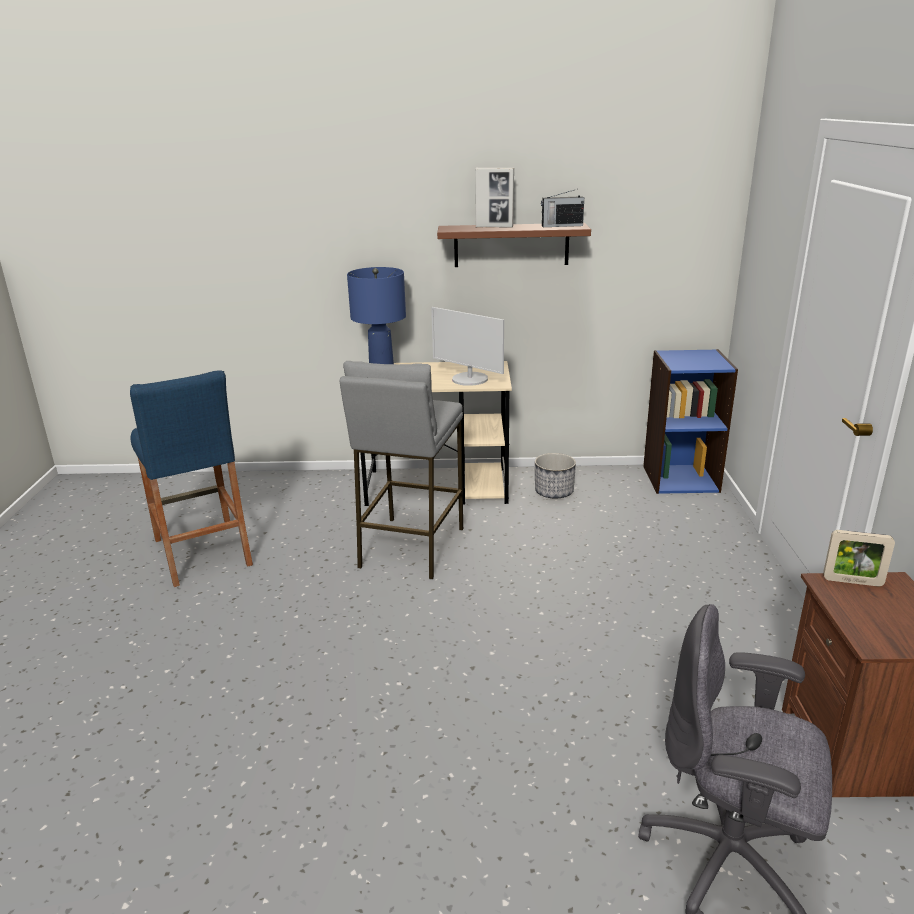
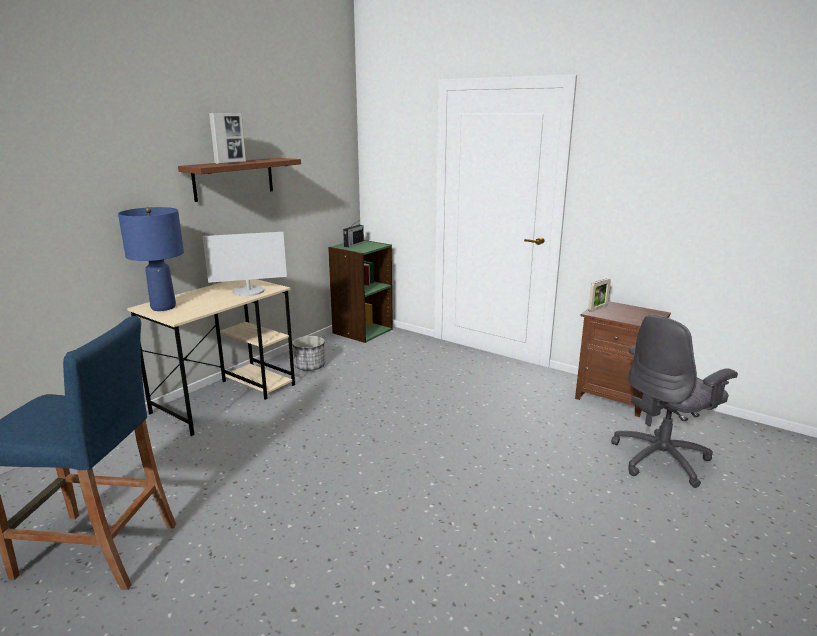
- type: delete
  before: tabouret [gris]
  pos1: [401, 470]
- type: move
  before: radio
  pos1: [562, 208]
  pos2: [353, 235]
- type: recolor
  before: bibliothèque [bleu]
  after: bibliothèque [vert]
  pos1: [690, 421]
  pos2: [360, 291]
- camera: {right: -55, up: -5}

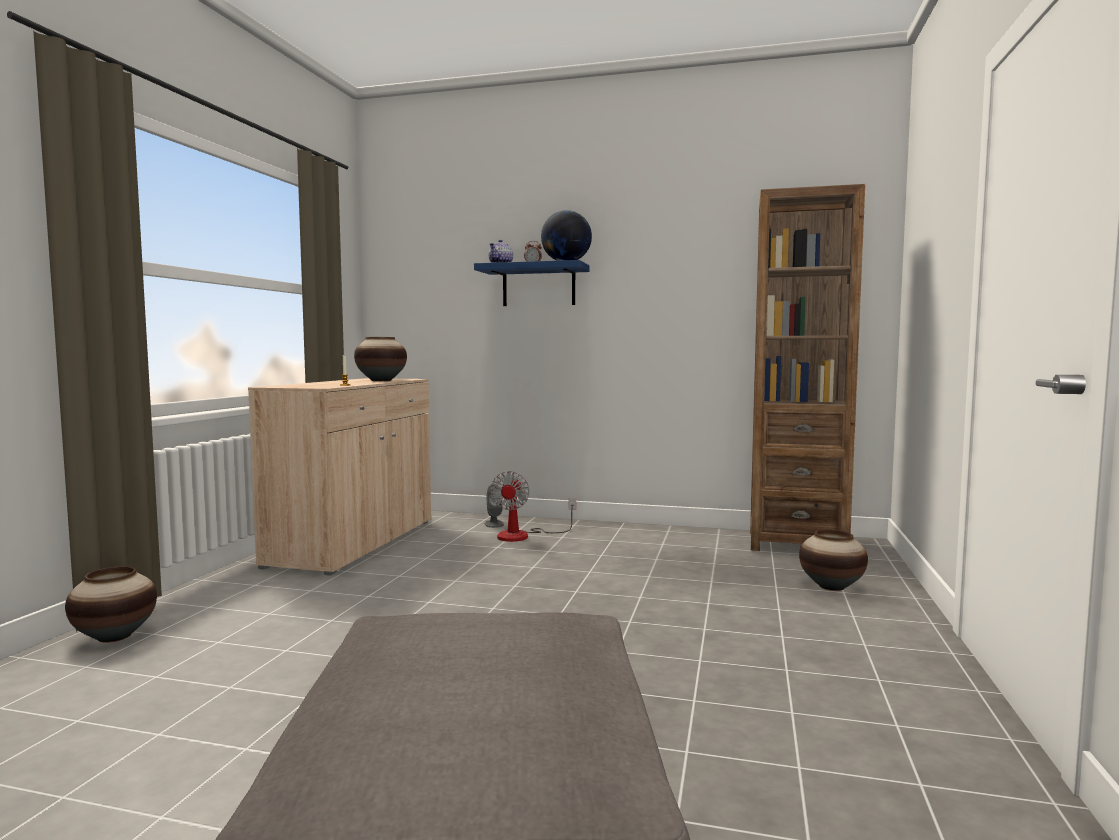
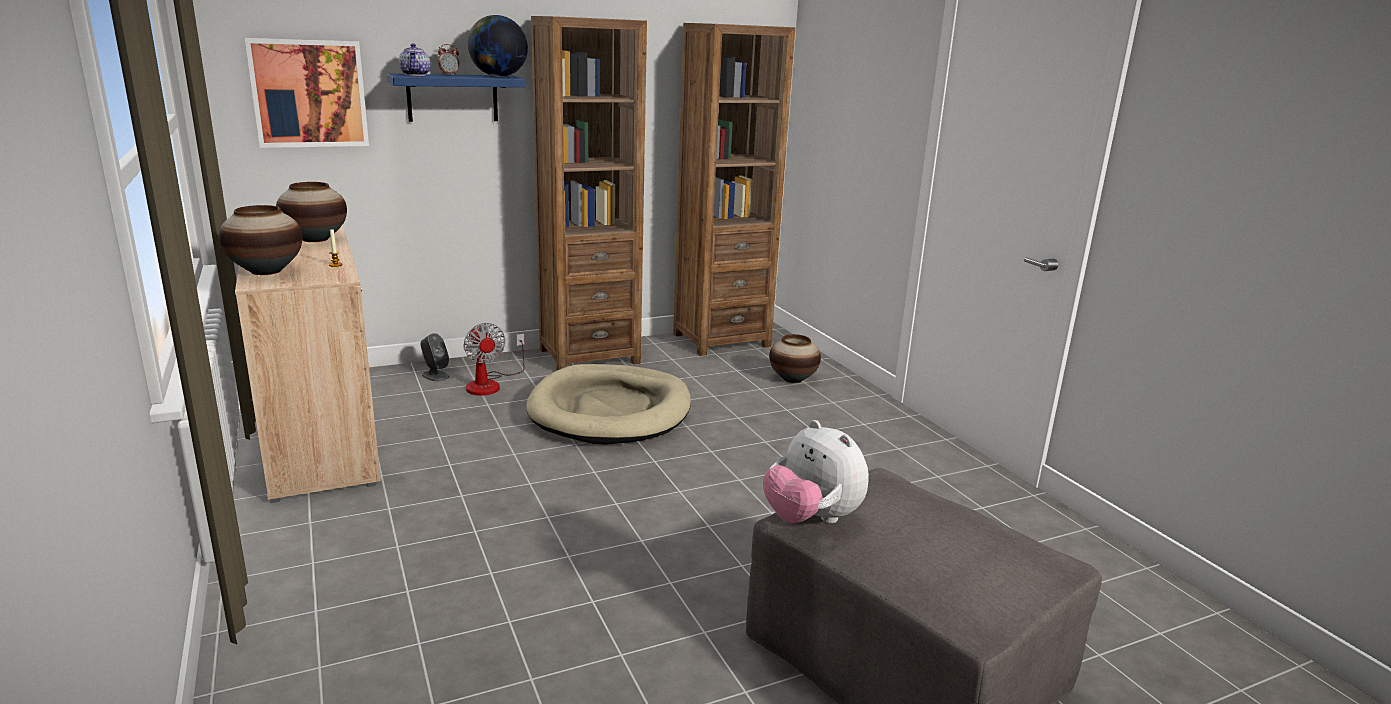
- type: insert
  after: tableau
  pos2: [307, 93]
- type: insert
  after: panier pour chien [beige]
  pos2: [608, 404]
- type: insert
  after: bibliothèque [marron]
  pos2: [589, 193]
- type: insert
  after: peluche
  pos2: [816, 471]
- type: move
  before: vase
  pos1: [111, 604]
  pos2: [260, 240]
- camera: {right: -40, up: 15}

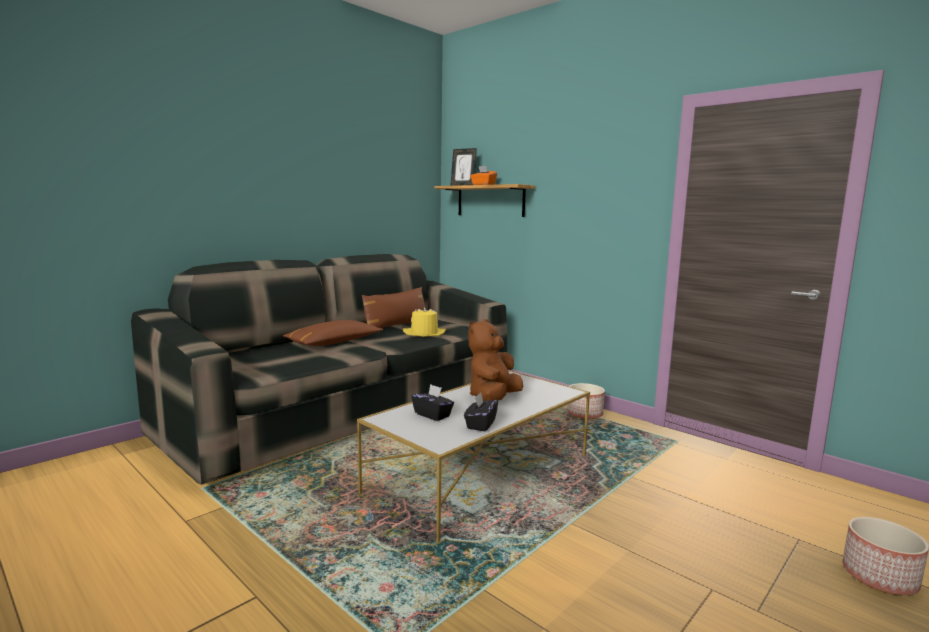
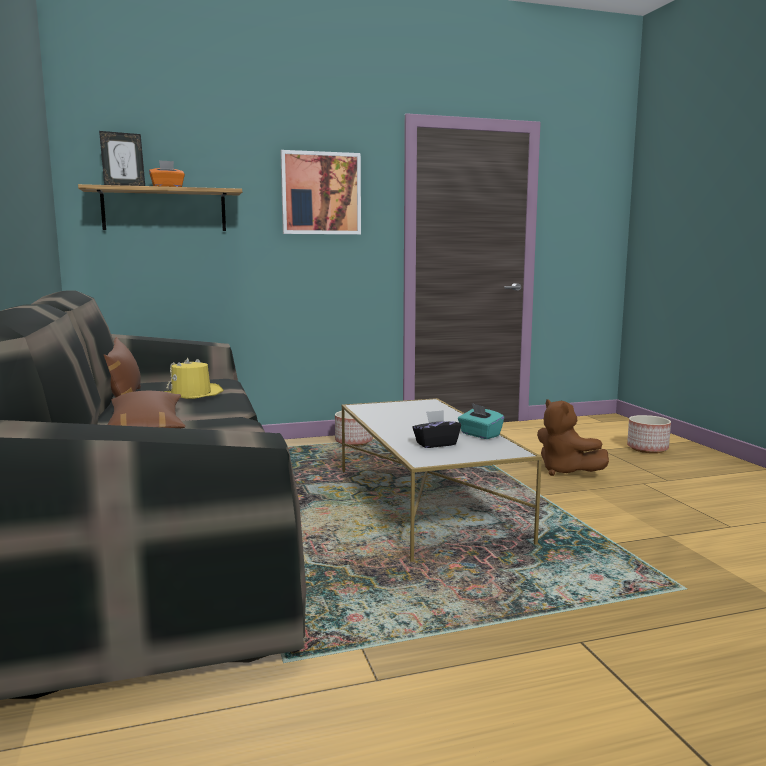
- type: insert
  after: tableau
  pos2: [320, 192]
- type: move
  before: peluche [marron]
  pos1: [495, 360]
  pos2: [573, 437]
- type: recolor
  before: boîte à mouchoirs [noir]
  after: boîte à mouchoirs [turquoise]
  pos1: [481, 411]
  pos2: [481, 421]
- camera: {right: -60, up: 0}

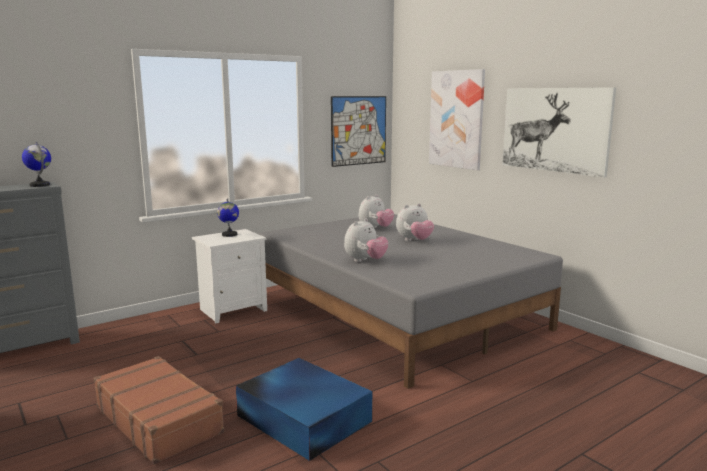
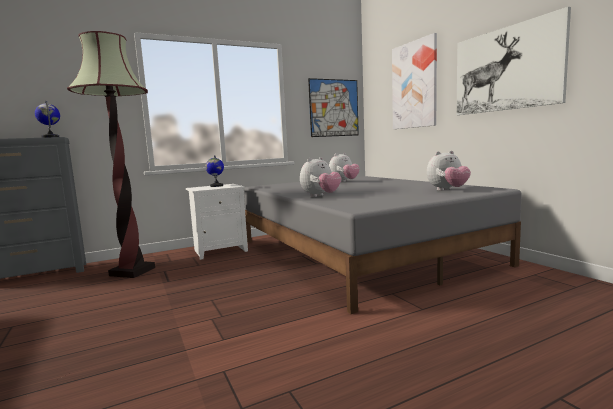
- type: delete
  before: valise [marron]
  pos1: [158, 410]
- type: delete
  before: boîte de rangement [bleu]
  pos1: [304, 409]
- type: insert
  after: lampadaire
  pos2: [111, 154]
- type: move
  before: peluche
  pos1: [415, 222]
  pos2: [449, 171]
- camera: {right: 10, up: -5}

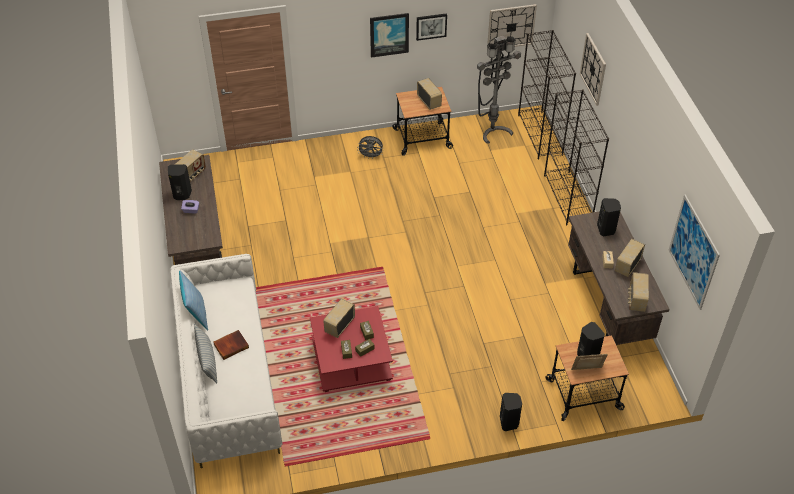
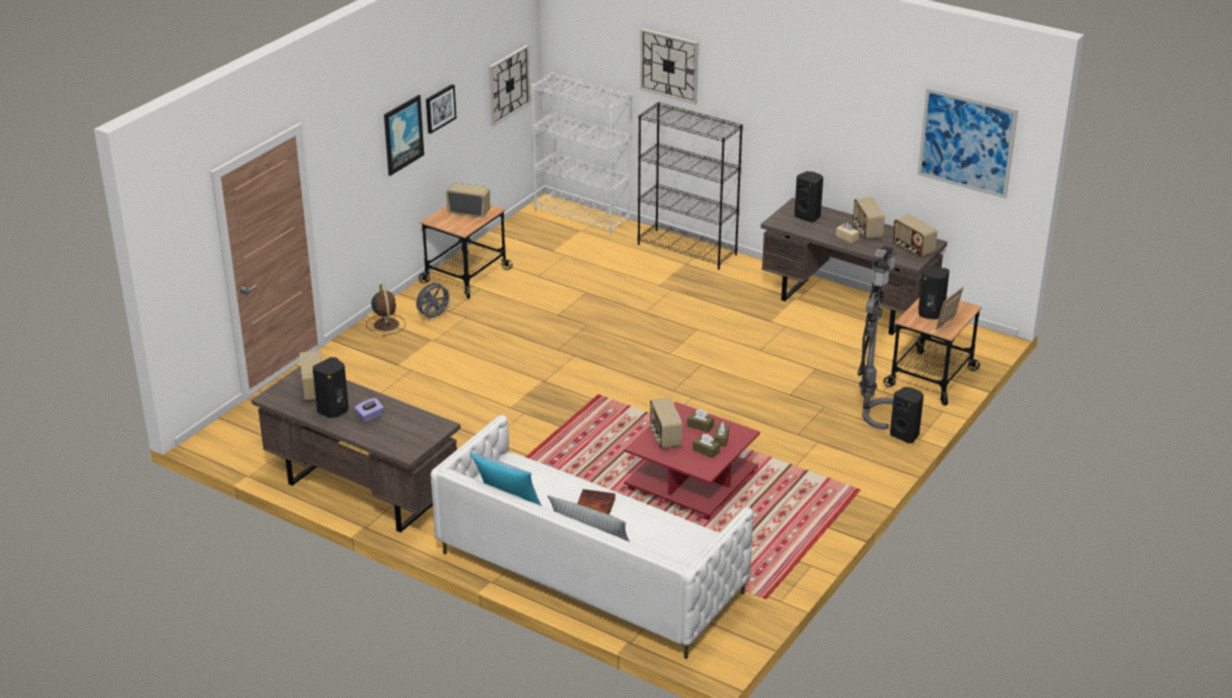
- type: insert
  after: ventilateur [marron]
  pos2: [386, 310]
- type: move
  before: lampadaire [gris]
  pos1: [499, 89]
  pos2: [876, 338]
- type: recolor
  before: bibliothèque [noir]
  after: bibliothèque [blanc]
  pos1: [547, 95]
  pos2: [581, 153]
- camera: {right: -45, up: -15}

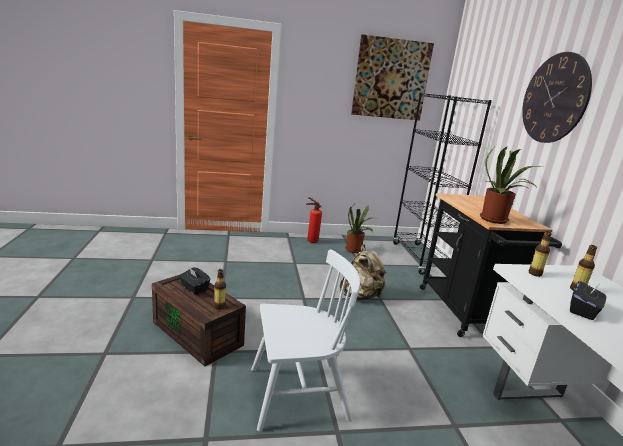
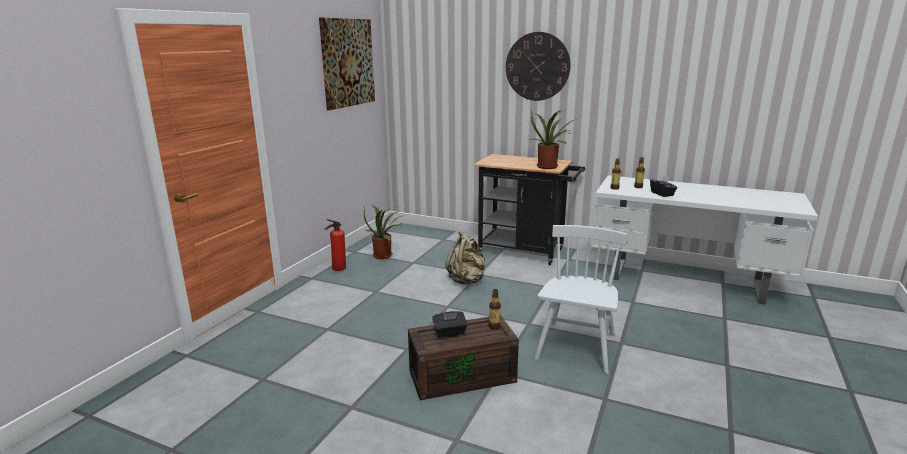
- type: delete
  before: bibliothèque [noir]
  pos1: [442, 183]
- camera: {right: -55, up: 0}

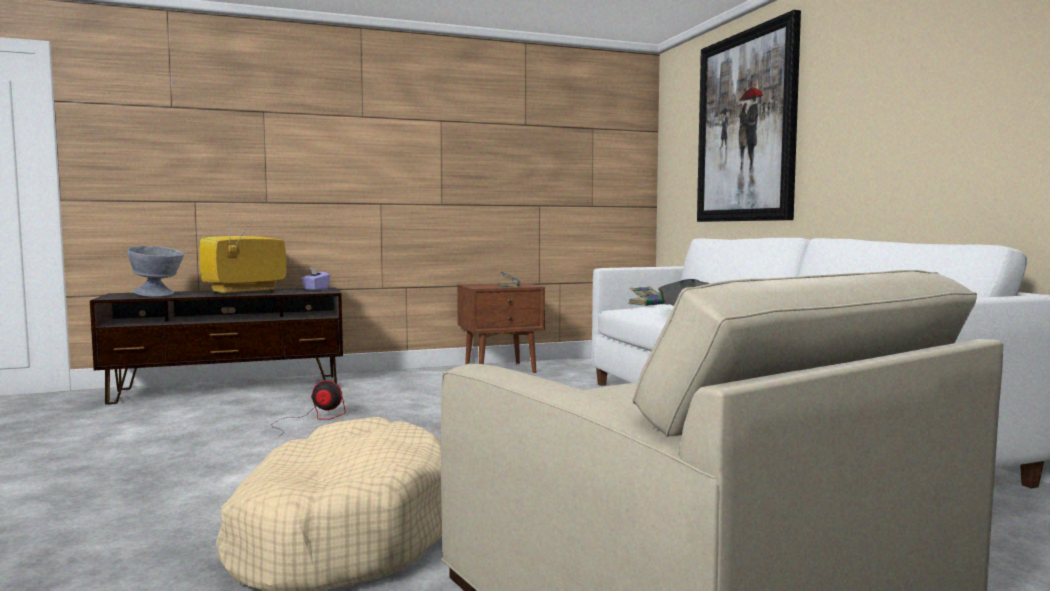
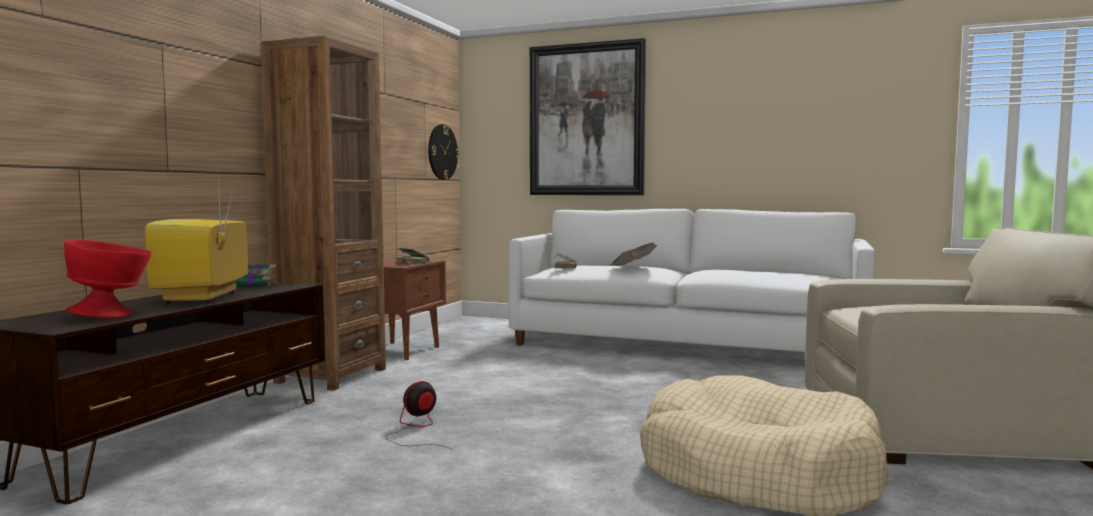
- type: insert
  after: bibliothèque [marron]
  pos2: [323, 213]
- type: insert
  after: horloge murale
  pos2: [443, 152]
- type: replace
  before: boîte à mouchoirs [violet]
  after: livre
  pos1: [315, 278]
  pos2: [257, 275]
- type: recolor
  before: bol [gris]
  after: bol [rouge]
  pos1: [155, 271]
  pos2: [108, 278]
- camera: {right: -50, up: 0}

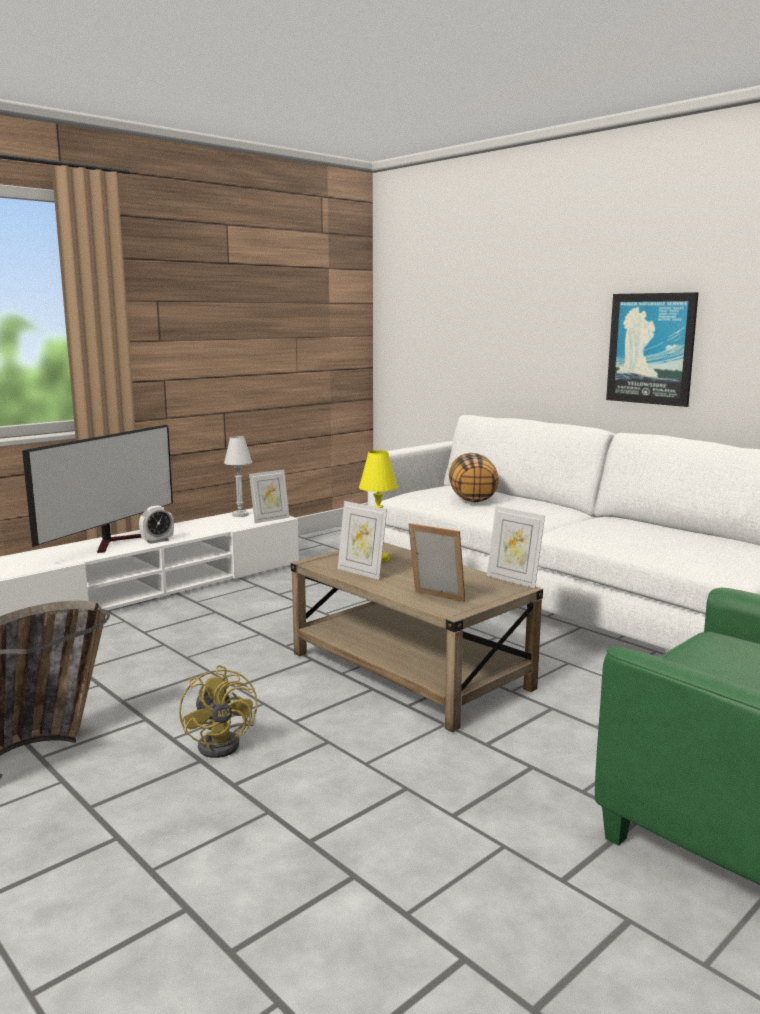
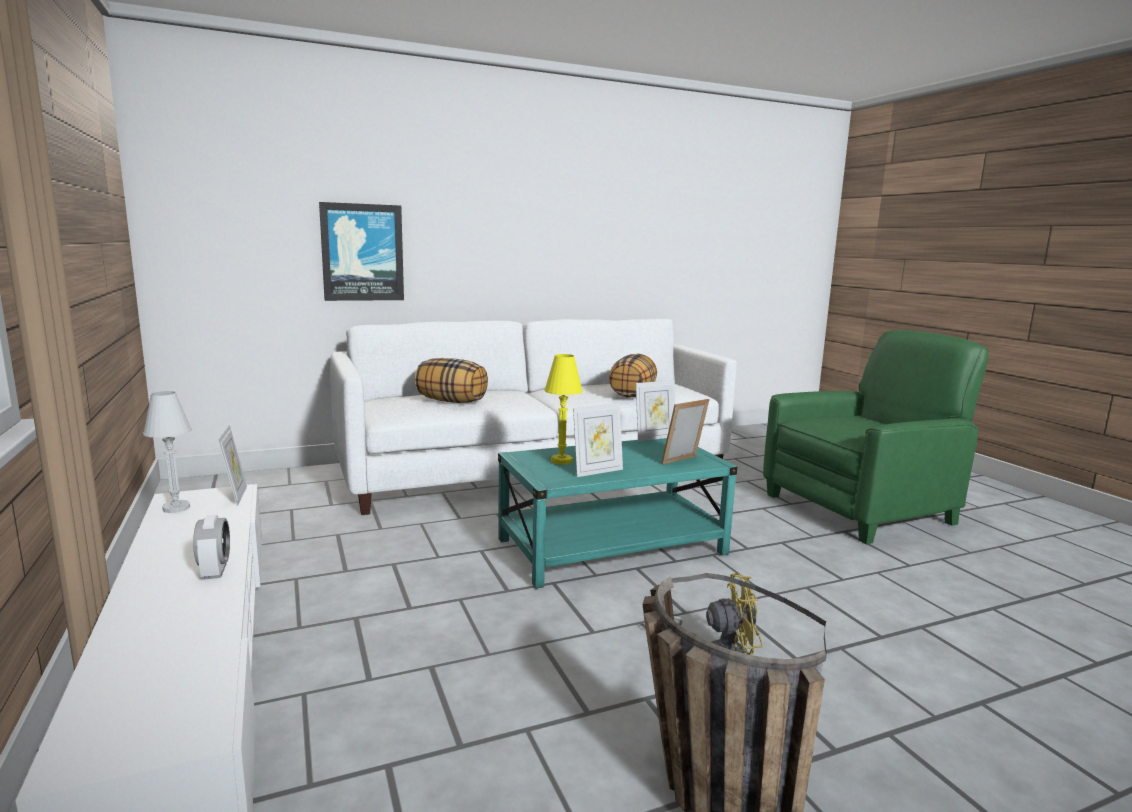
- type: delete
  before: téléviseur
  pos1: [97, 489]
- type: insert
  after: coussin
  pos2: [633, 376]
- type: move
  before: tableau
  pos1: [652, 349]
  pos2: [361, 251]
- type: recolor
  before: table basse [beige]
  after: table basse [turquoise]
  pos1: [417, 637]
  pos2: [617, 513]
- camera: {right: -70, up: 0}

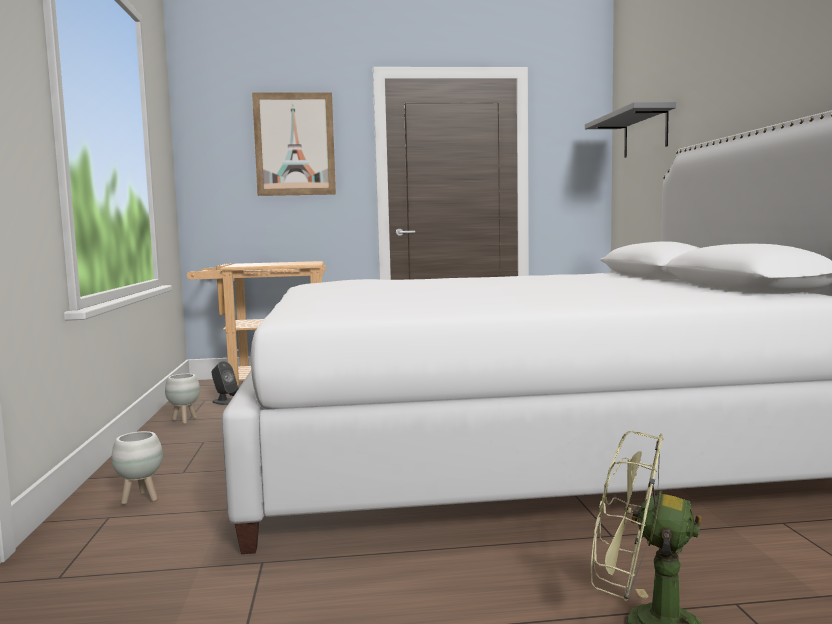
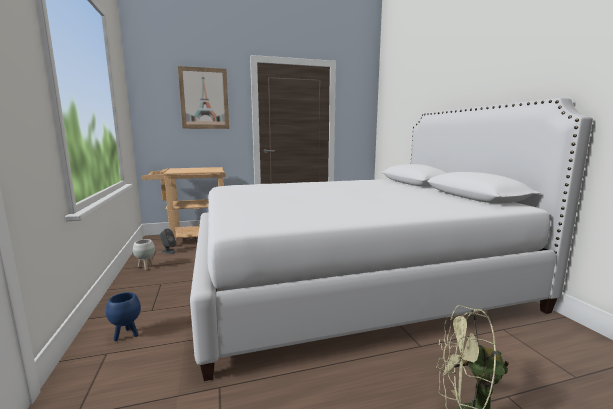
- type: delete
  before: étagère [gris]
  pos1: [630, 130]
- type: recolor
  before: cache-pot [blanc]
  after: cache-pot [bleu]
  pos1: [137, 468]
  pos2: [123, 316]
- camera: {right: -10, up: 5}

